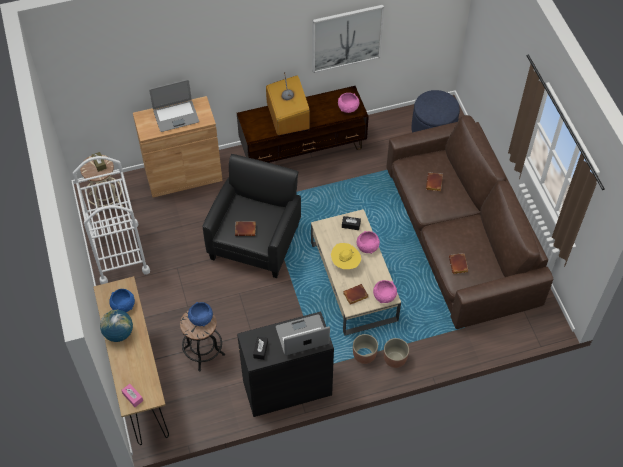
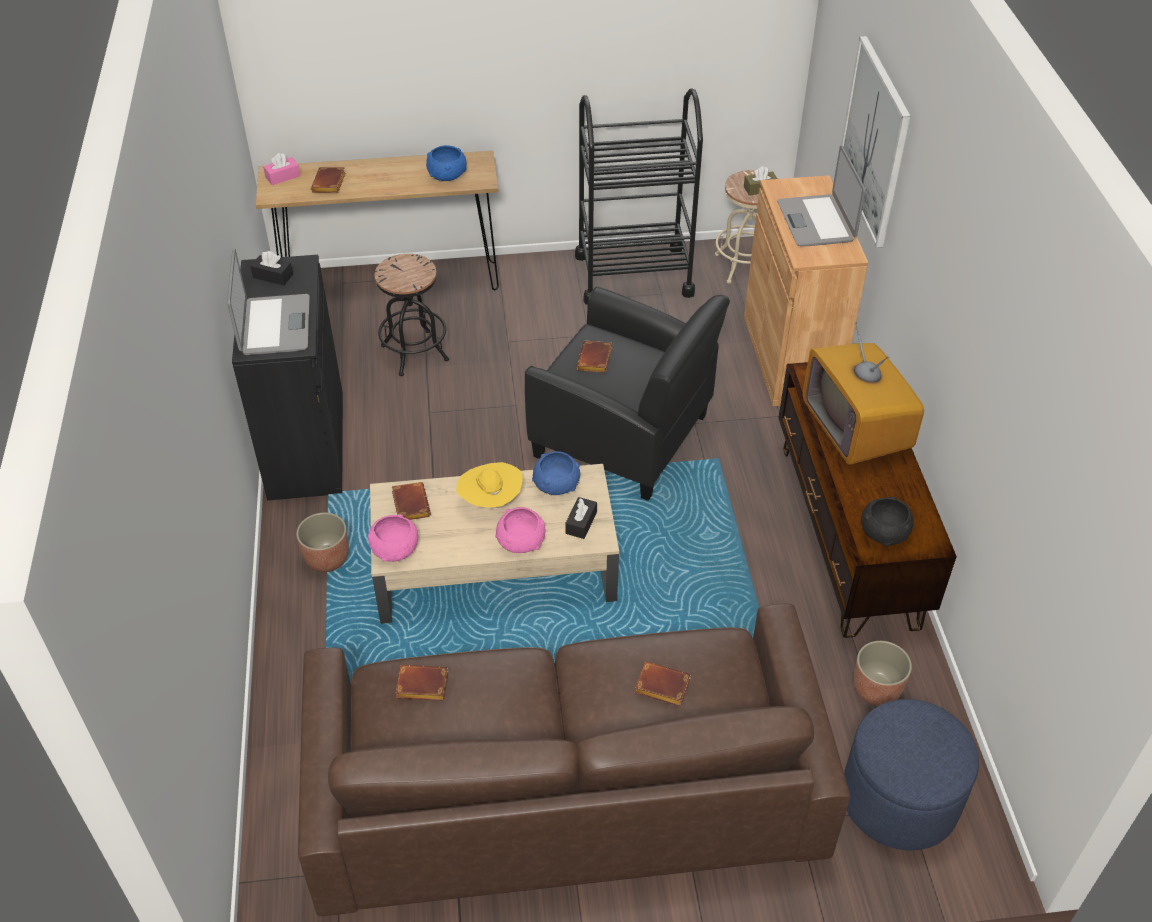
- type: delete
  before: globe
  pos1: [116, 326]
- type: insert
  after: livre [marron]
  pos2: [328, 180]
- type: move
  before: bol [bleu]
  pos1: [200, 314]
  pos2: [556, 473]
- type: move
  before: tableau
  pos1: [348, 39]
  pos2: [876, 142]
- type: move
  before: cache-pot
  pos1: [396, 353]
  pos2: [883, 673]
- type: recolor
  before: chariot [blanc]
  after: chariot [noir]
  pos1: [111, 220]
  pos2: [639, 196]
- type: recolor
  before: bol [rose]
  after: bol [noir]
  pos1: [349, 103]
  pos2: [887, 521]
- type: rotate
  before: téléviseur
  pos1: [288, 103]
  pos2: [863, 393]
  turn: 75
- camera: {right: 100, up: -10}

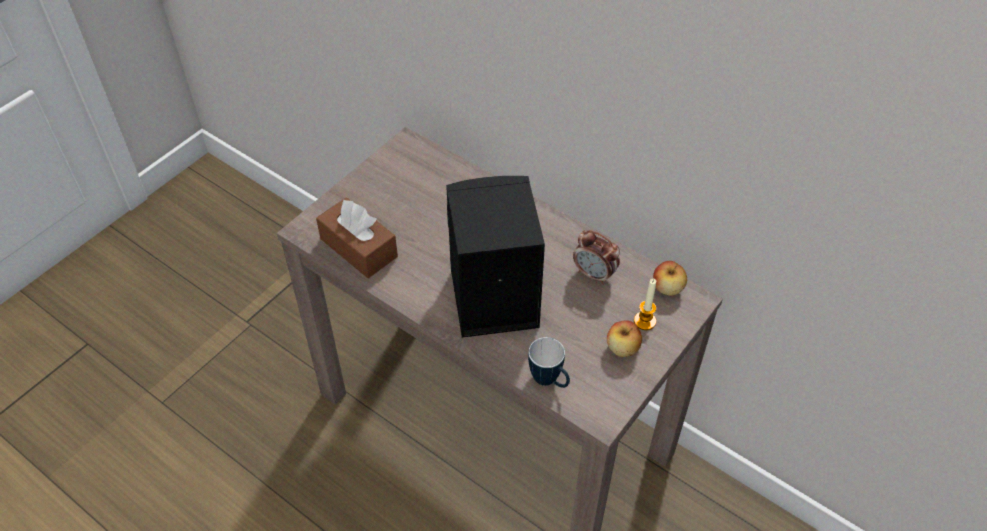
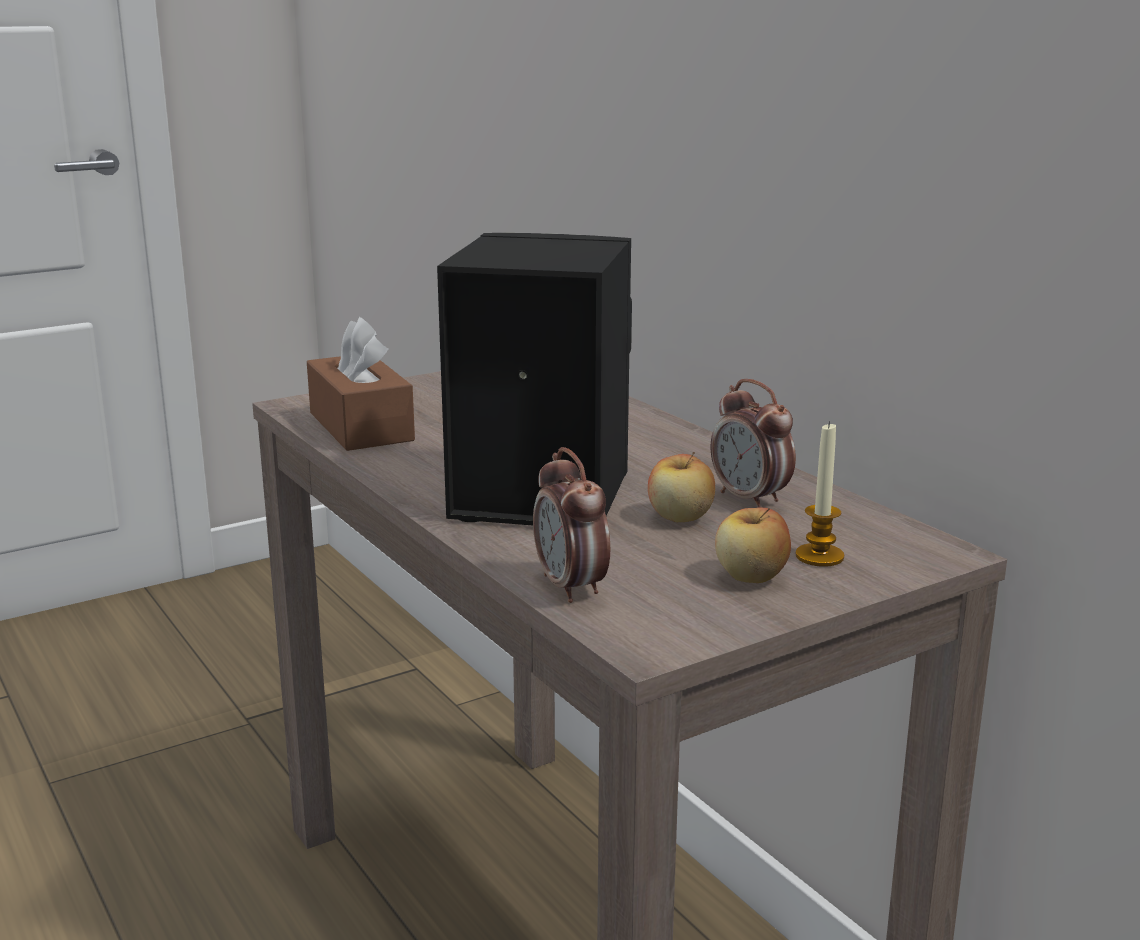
- type: move
  before: pomme
  pos1: [670, 278]
  pos2: [681, 487]
- type: replace
  before: mug
  after: réveil
  pos1: [549, 362]
  pos2: [571, 525]
- camera: {right: 20, up: -30}

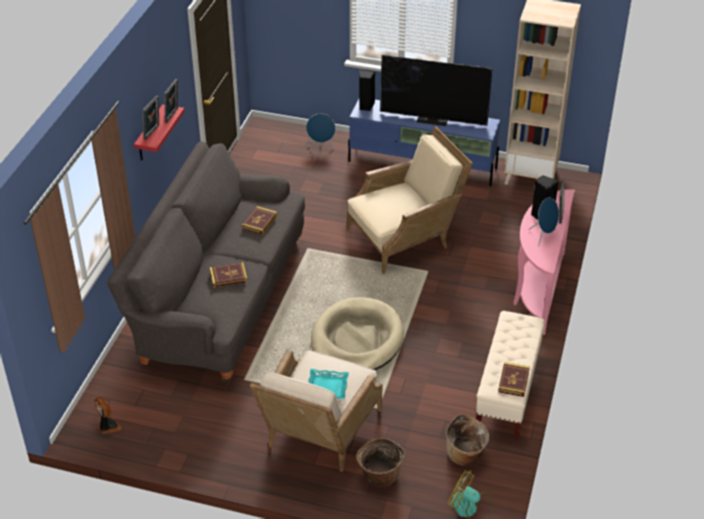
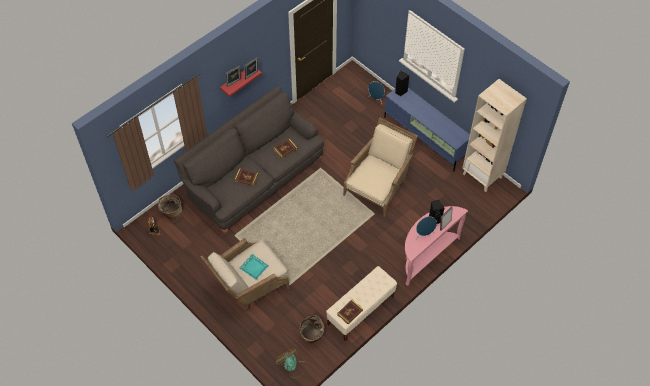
- type: delete
  before: panier pour chien [beige]
  pos1: [357, 333]
- type: delete
  before: téléviseur
  pos1: [436, 90]
- type: move
  before: panier
  pos1: [380, 462]
  pos2: [170, 207]
- type: rotate
  before: fauteuil [beige]
  pos1: [409, 200]
  pos2: [380, 167]
  turn: -60
- camera: {right: 30, up: 15}

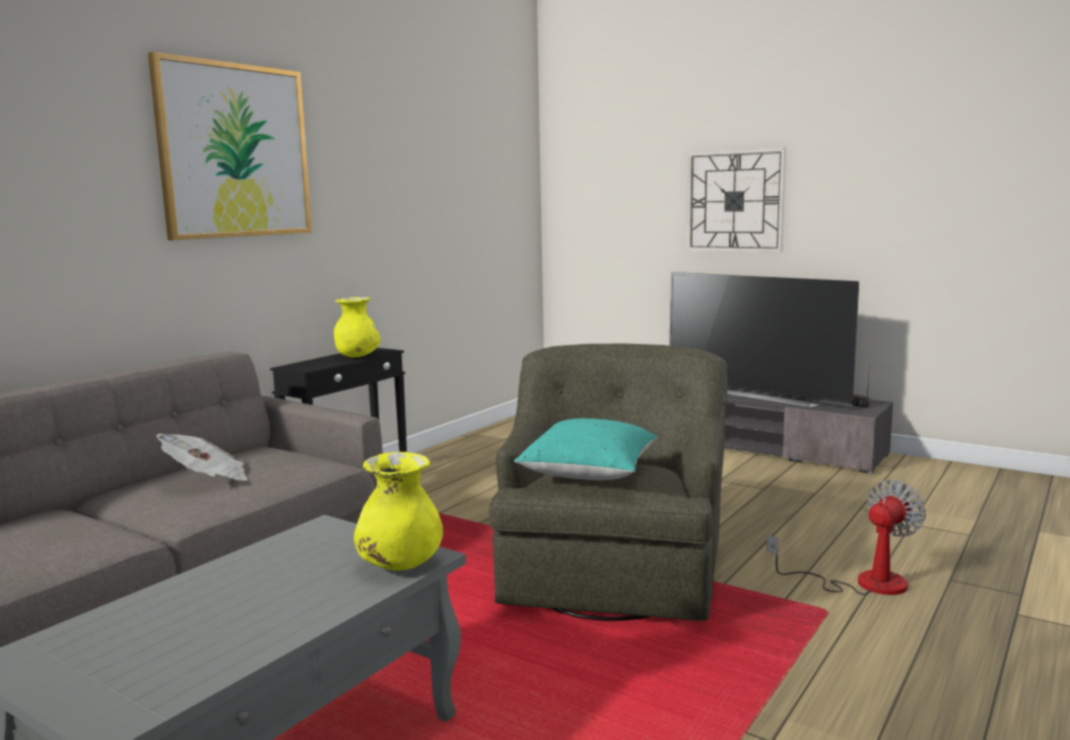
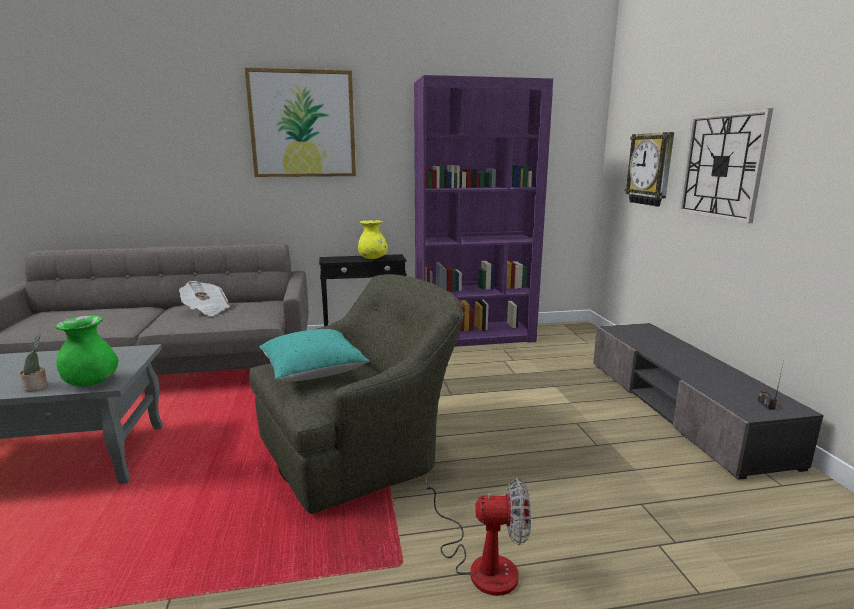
- type: delete
  before: téléviseur
  pos1: [764, 339]
- type: insert
  after: plante en pot
  pos2: [34, 362]
- type: insert
  after: bibliothèque [violet]
  pos2: [483, 211]
- type: insert
  after: horloge murale
  pos2: [649, 169]
- type: recolor
  before: vase [jaune]
  after: vase [vert]
  pos1: [398, 511]
  pos2: [87, 351]
- camera: {right: 45, up: 5}

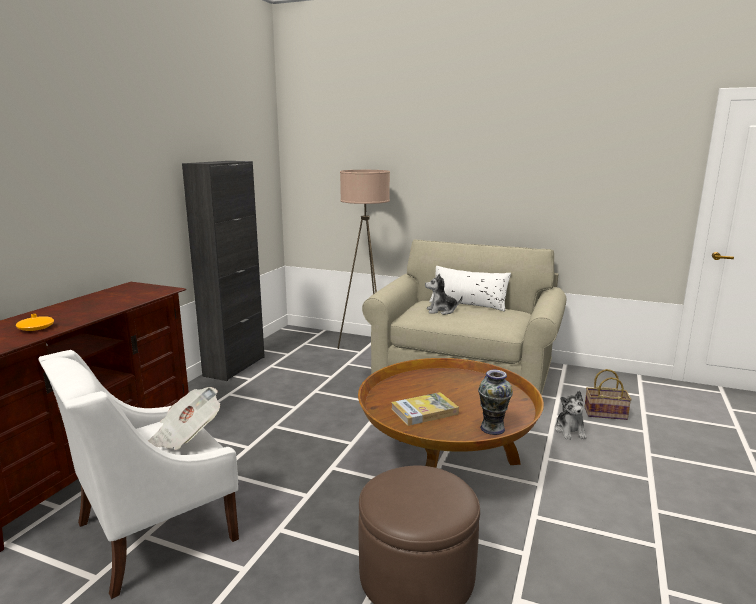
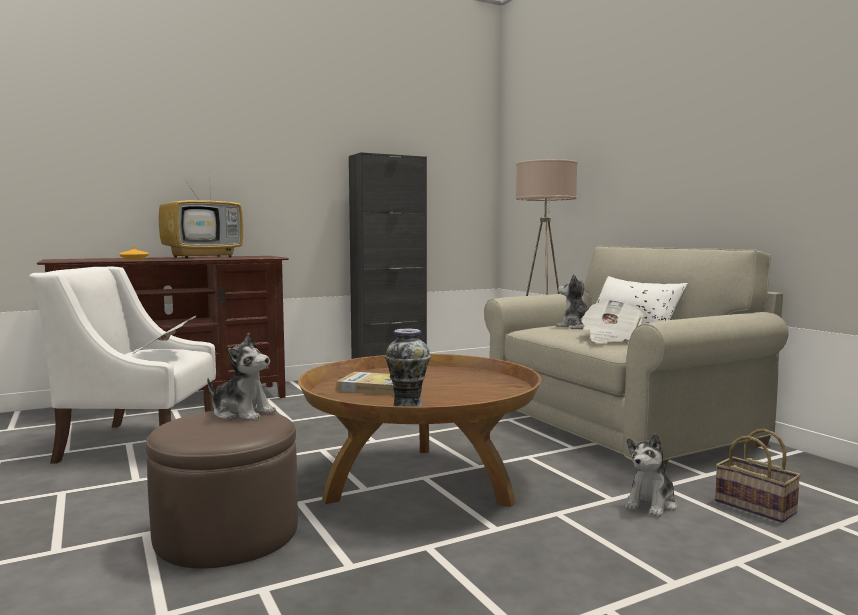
- type: insert
  after: téléviseur
  pos2: [201, 213]
- type: insert
  after: peluche
  pos2: [241, 377]
- type: insert
  after: journal
  pos2: [612, 321]
- camera: {right: 40, up: -10}

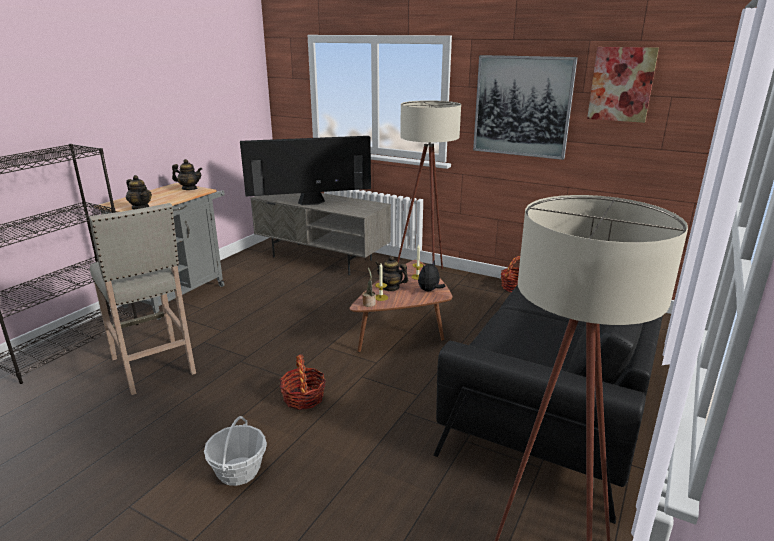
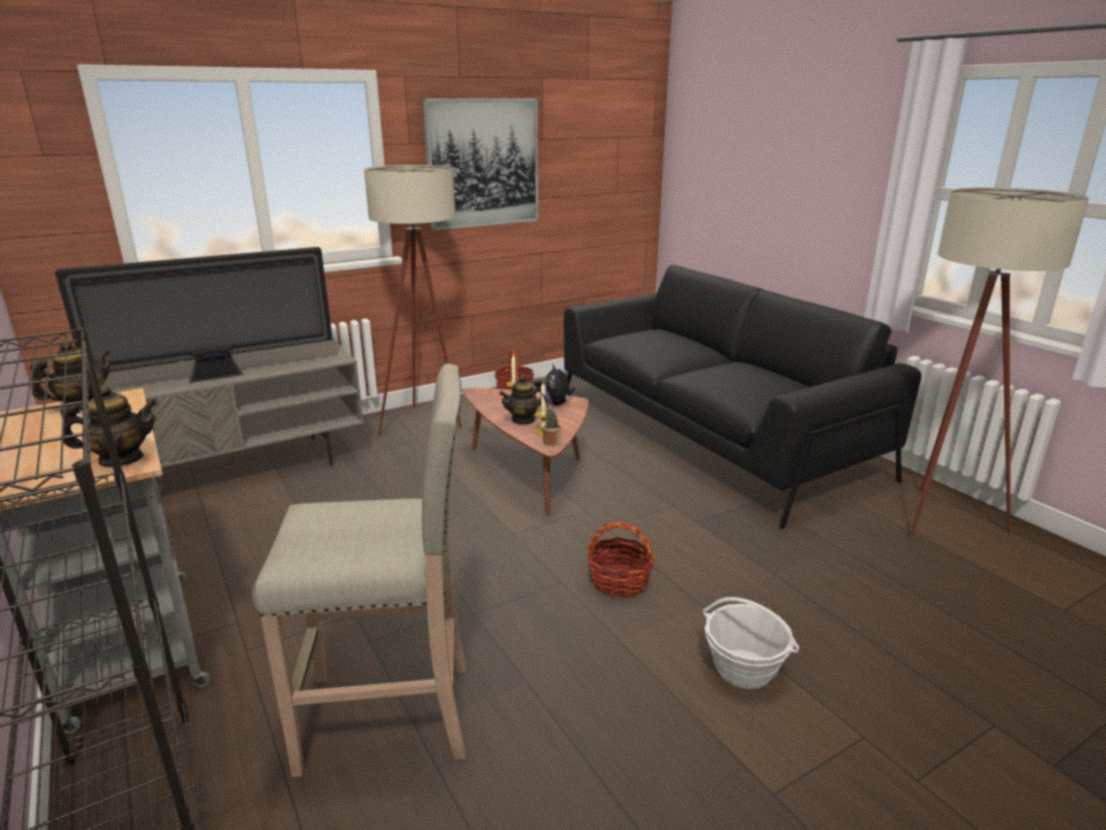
- type: delete
  before: tableau
  pos1: [623, 85]
- type: rotate
  before: téléviseur
  pos1: [305, 170]
  pos2: [194, 315]
  turn: -135
- camera: {right: -60, up: 0}

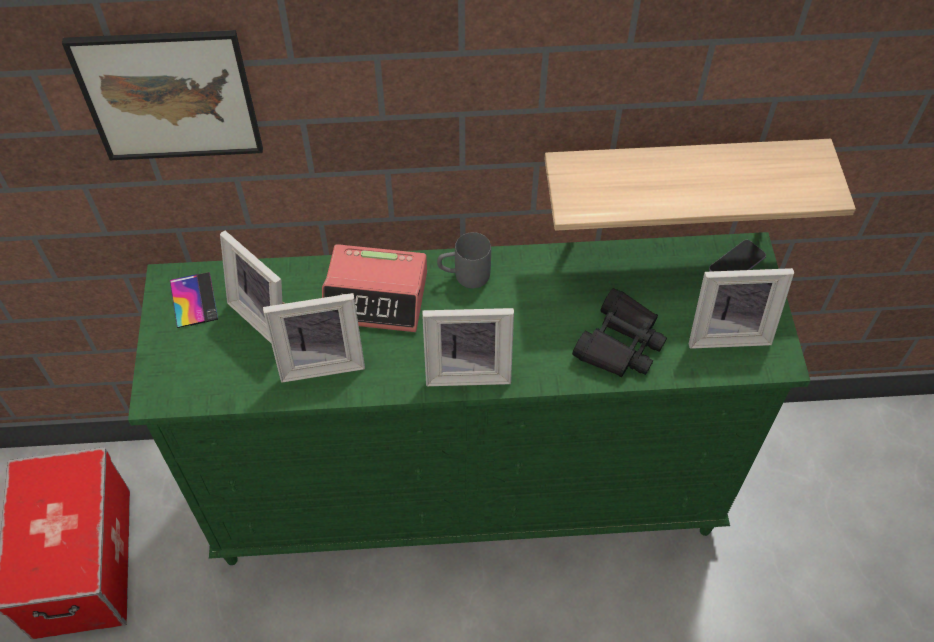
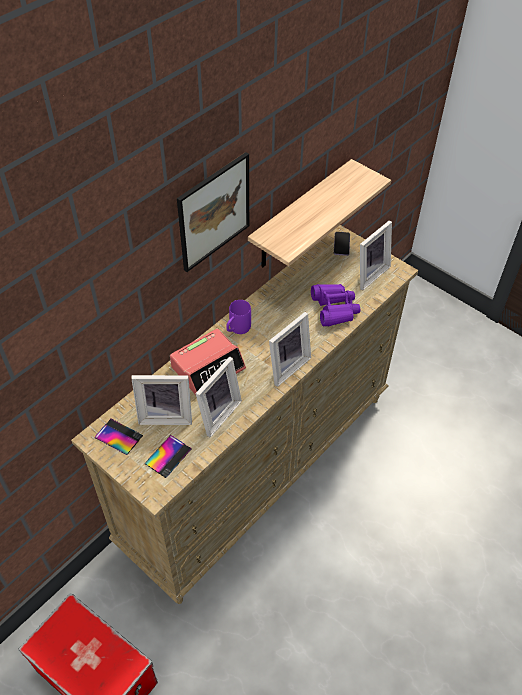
- type: insert
  after: téléphone
  pos2: [168, 456]
- type: move
  before: tableau
  pos1: [162, 95]
  pos2: [213, 212]
- type: recolor
  before: commode [vert]
  after: commode [beige]
  pos1: [469, 398]
  pos2: [244, 414]
- type: recolor
  before: mug [gris]
  after: mug [violet]
  pos1: [464, 260]
  pos2: [238, 317]
- type: recolor
  before: jumelles [noir]
  after: jumelles [violet]
  pos1: [619, 332]
  pos2: [335, 305]
- camera: {right: -45, up: -5}

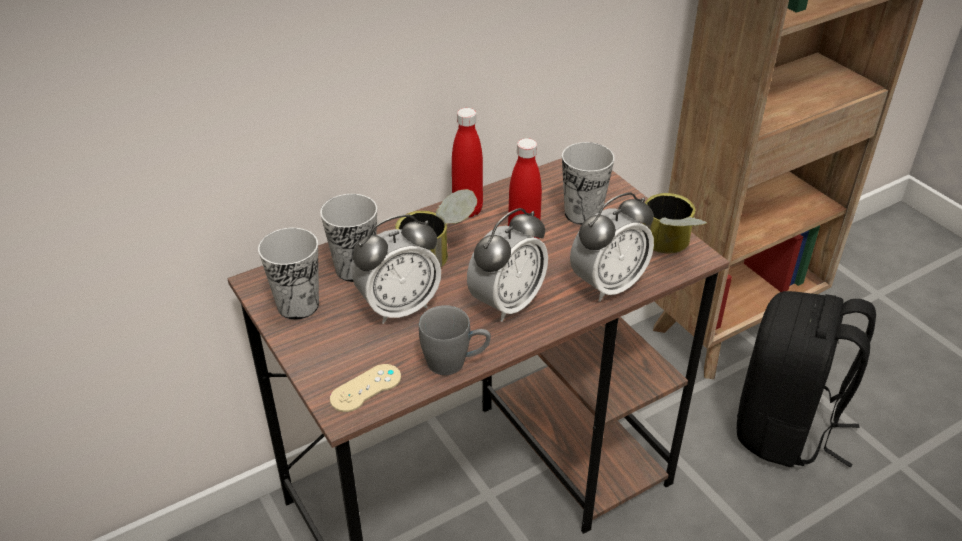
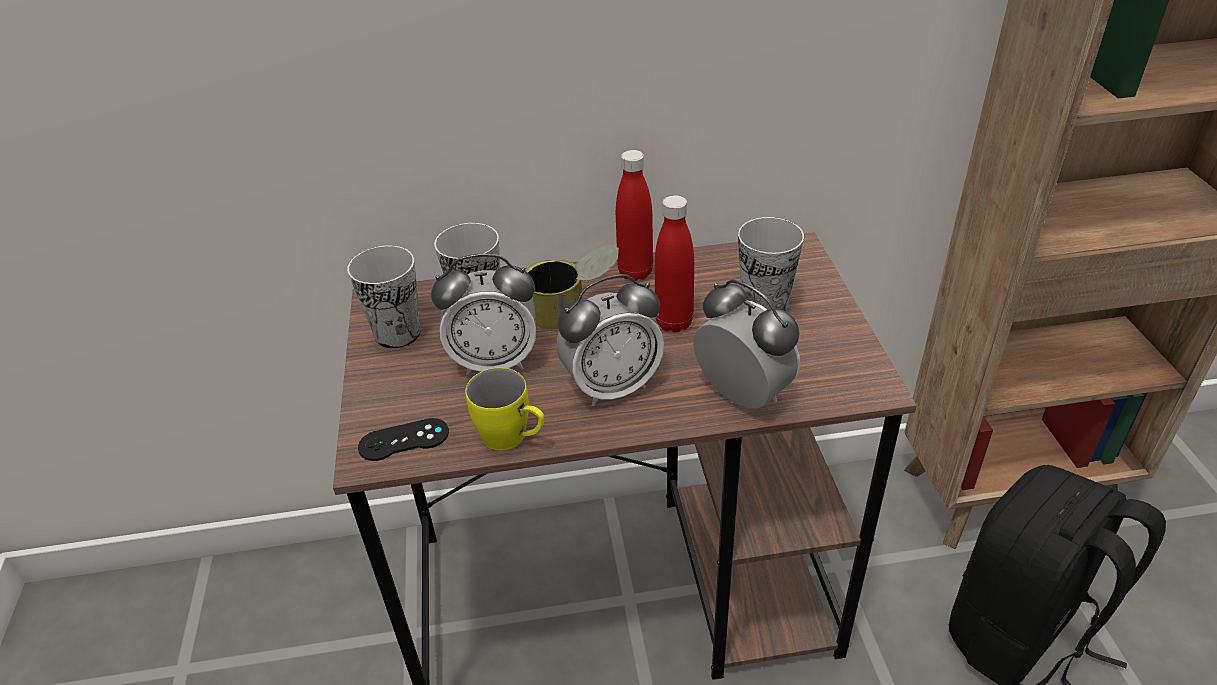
- type: delete
  before: boîte métallique
  pos1: [674, 223]
- type: recolor
  before: manette [beige]
  after: manette [noir]
  pos1: [365, 388]
  pos2: [403, 439]
- type: recolor
  before: mug [gris]
  after: mug [jaune]
  pos1: [455, 340]
  pos2: [505, 409]
- type: rotate
  before: réveil
  pos1: [612, 247]
  pos2: [746, 344]
  turn: -120
- camera: {right: 25, up: 0}

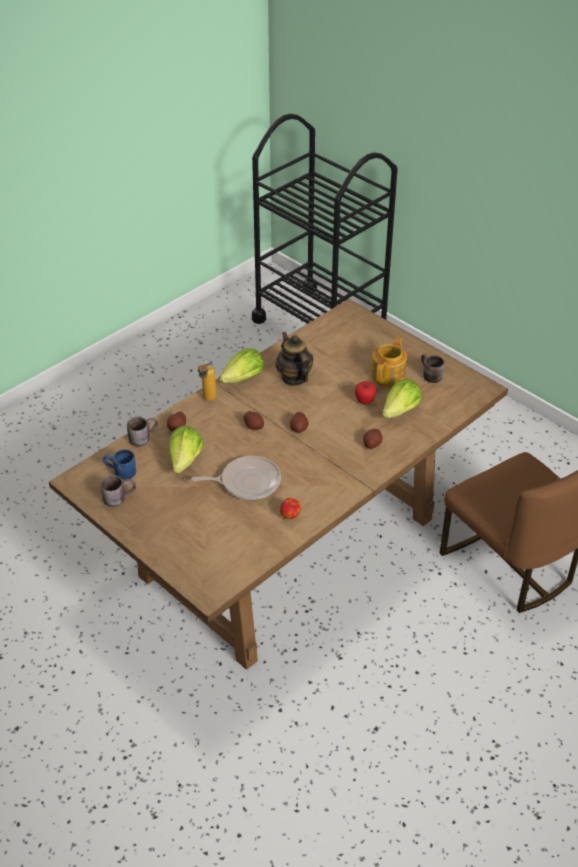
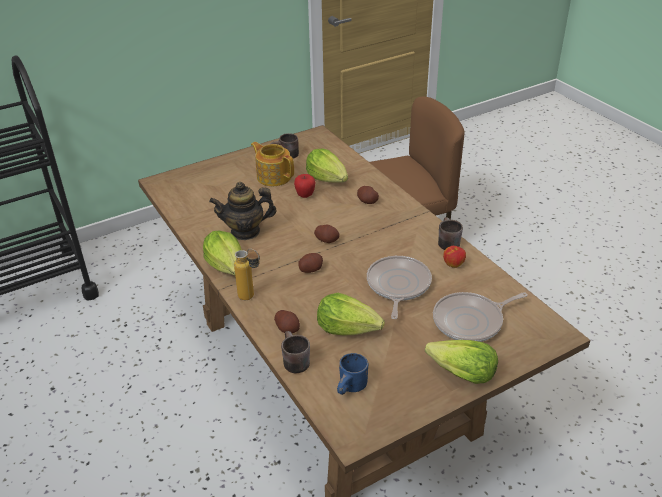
- type: insert
  after: laitue
  pos2: [461, 362]
- type: insert
  after: poêle
  pos2: [480, 317]
- type: move
  before: mug [marron]
  pos1: [118, 491]
  pos2: [450, 233]
- camera: {right: -75, up: -5}

